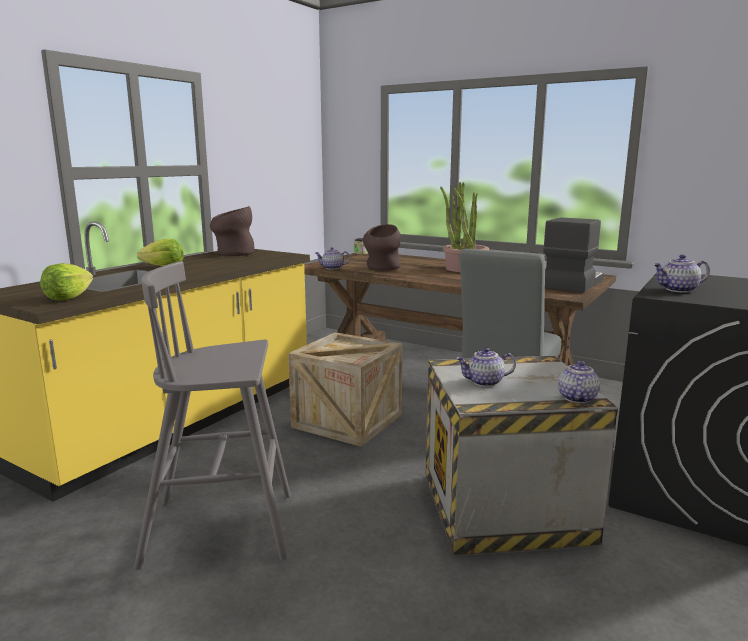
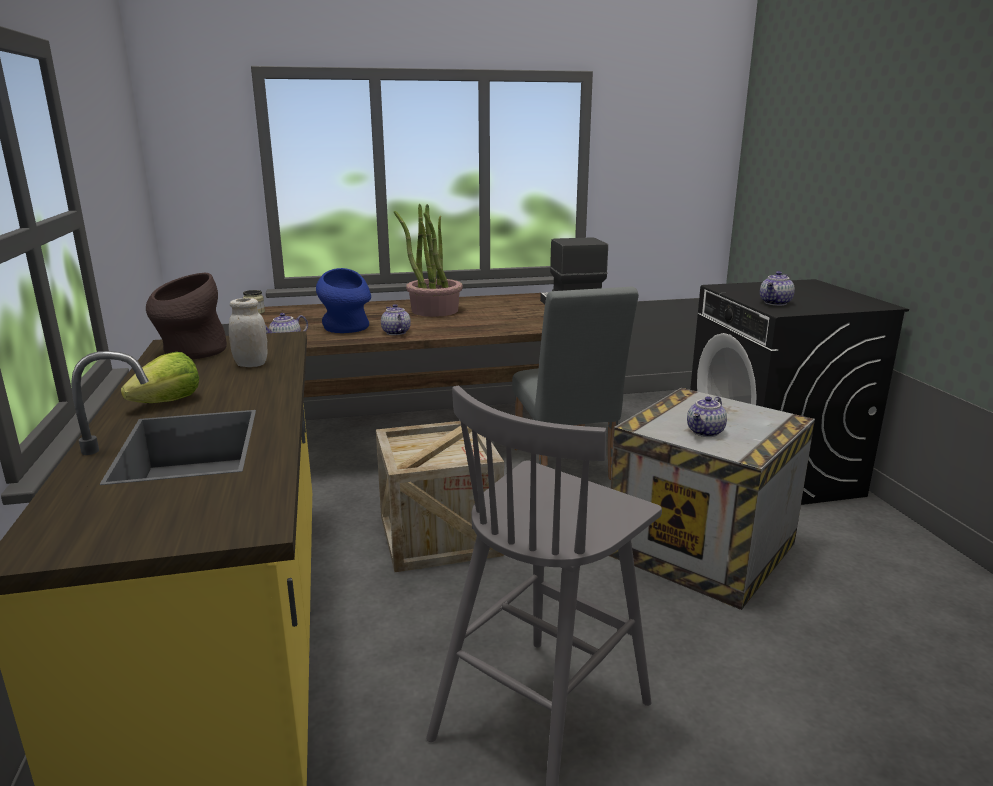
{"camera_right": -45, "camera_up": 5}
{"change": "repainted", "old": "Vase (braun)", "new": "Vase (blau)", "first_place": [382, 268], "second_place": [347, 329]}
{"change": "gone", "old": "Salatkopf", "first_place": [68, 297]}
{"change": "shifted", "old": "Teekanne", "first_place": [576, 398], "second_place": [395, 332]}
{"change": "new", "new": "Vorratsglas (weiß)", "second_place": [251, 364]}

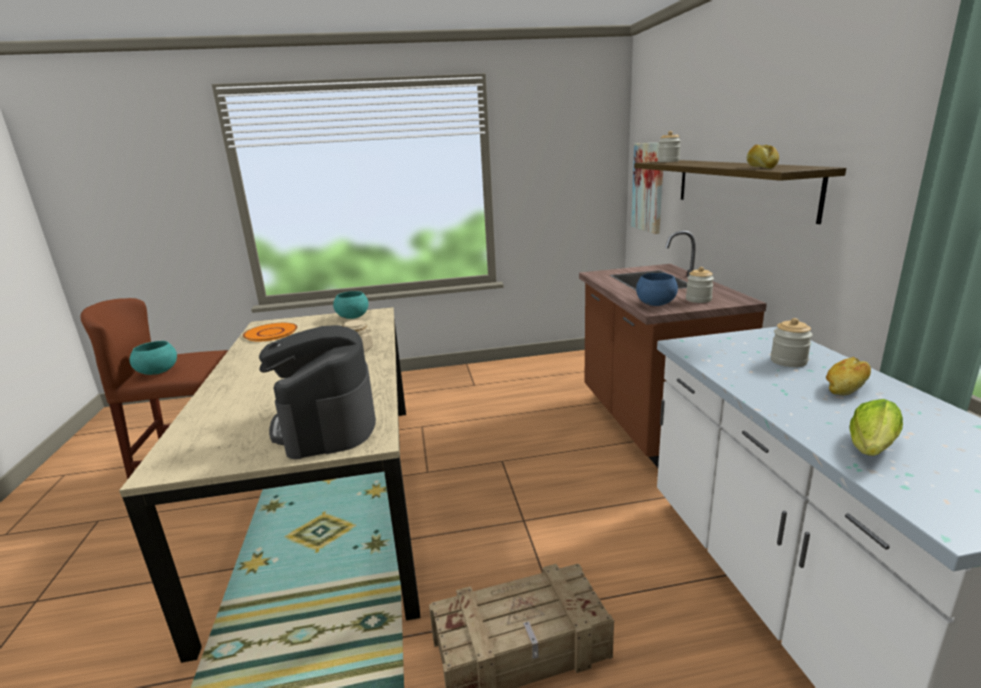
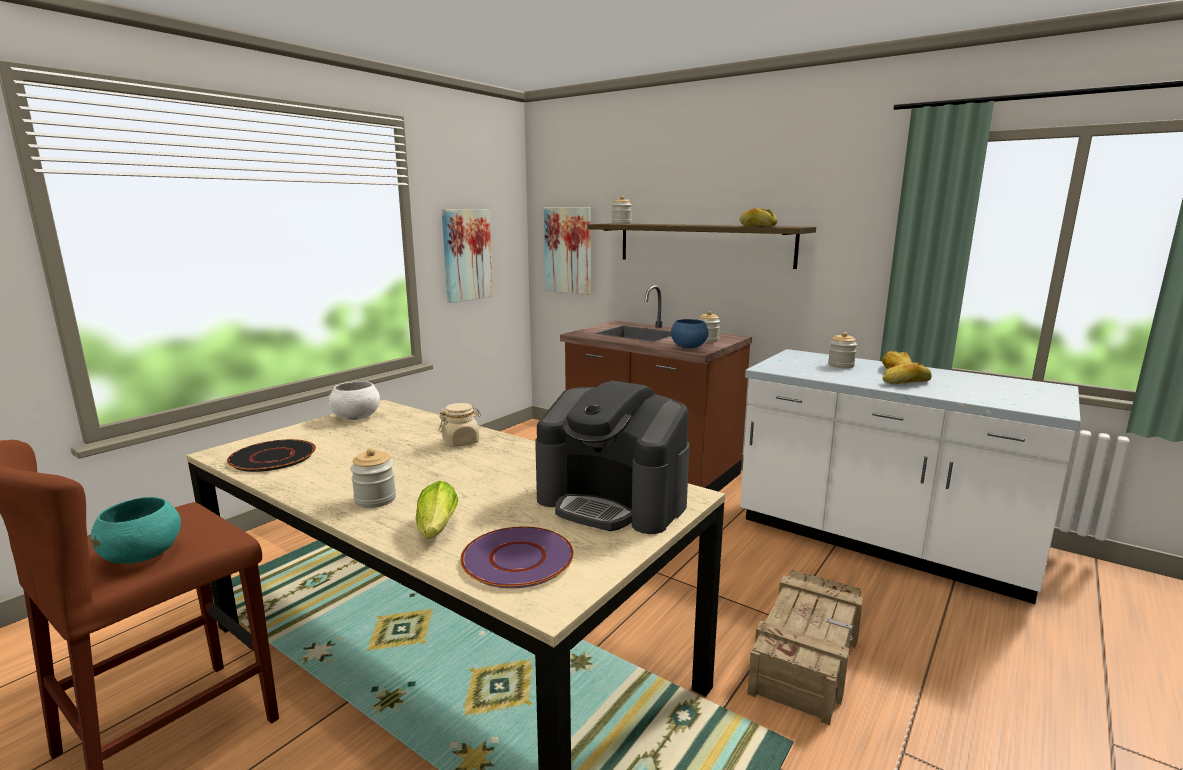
{"camera_right": -45, "camera_up": -5}
{"change": "repainted", "old": "Schüssel (türkis)", "new": "Schüssel (weiß)", "first_place": [353, 317], "second_place": [356, 418]}
{"change": "repainted", "old": "Teller (orange)", "new": "Teller (schwarz)", "first_place": [270, 333], "second_place": [272, 457]}
{"change": "shifted", "old": "Salatkopf", "first_place": [870, 449], "second_place": [436, 531]}
{"change": "new", "new": "Bild", "second_place": [466, 255]}
{"change": "new", "new": "Brot", "second_place": [906, 383]}
{"change": "new", "new": "Vorratsglas", "second_place": [375, 499]}
{"change": "new", "new": "Teller (lila)", "second_place": [517, 558]}

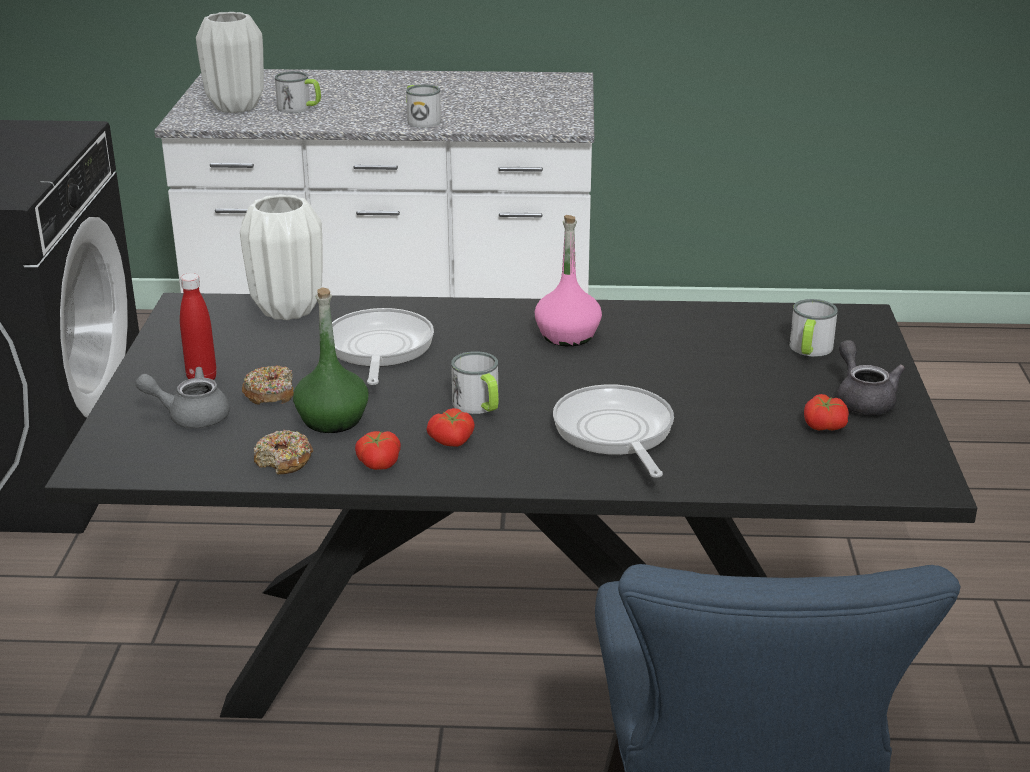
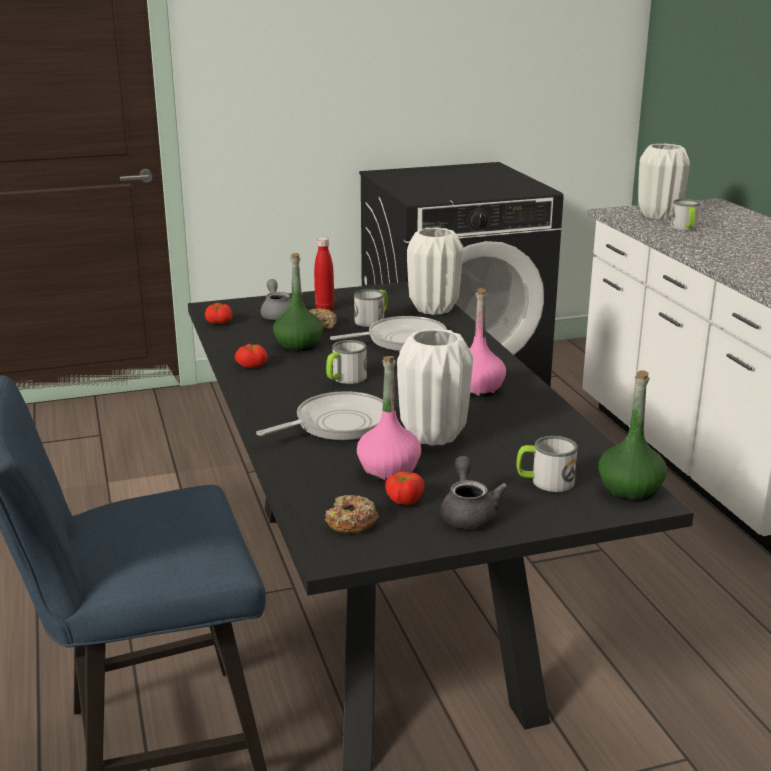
{"camera_right": 70, "camera_up": -5}
{"change": "shifted", "old": "Henkelbecher", "first_place": [420, 120], "second_place": [373, 320]}
{"change": "rotated", "old": "Teekanne (grau)", "first_place": [863, 399], "second_place": [468, 513], "degrees": -60}
{"change": "shifted", "old": "Tomate", "first_place": [452, 442], "second_place": [218, 322]}
{"change": "shifted", "old": "Donut", "first_place": [284, 461], "second_place": [351, 522]}
{"change": "new", "new": "Vase (weiß)", "second_place": [432, 435]}
{"change": "new", "new": "Flasche (rosa)", "second_place": [388, 470]}
{"change": "new", "new": "Flasche (grün)", "second_place": [630, 490]}

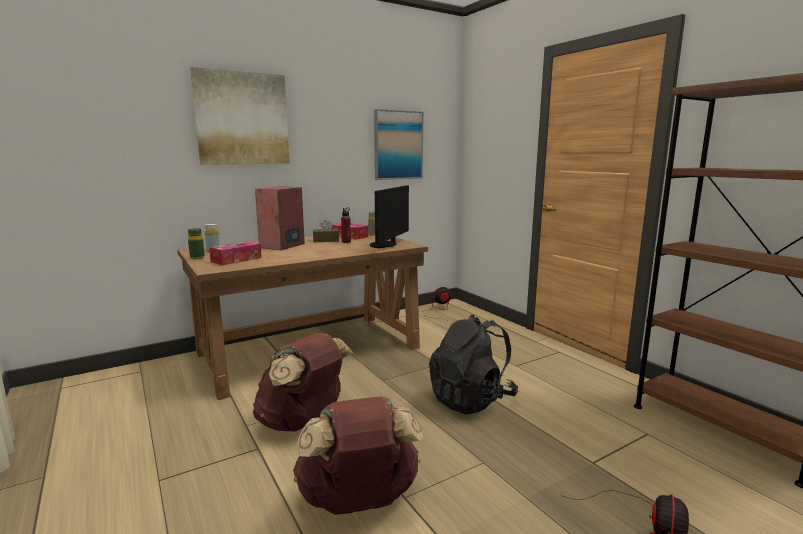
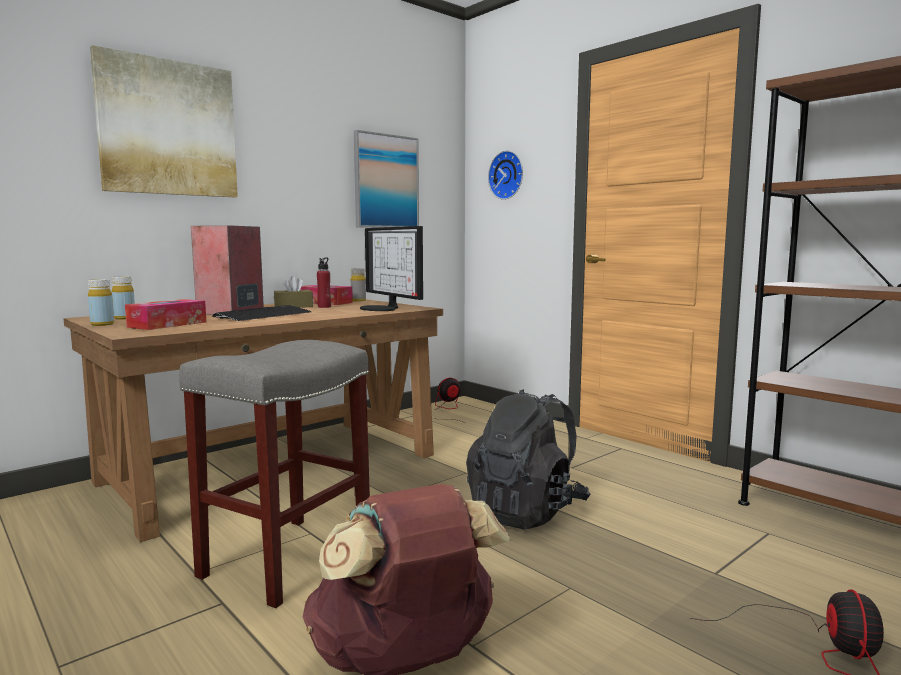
{"camera_right": -10, "camera_up": -5}
{"change": "rotated", "old": "Monitor", "first_place": [385, 245], "second_place": [382, 308], "degrees": -45}
{"change": "repainted", "old": "Flasche (grün)", "new": "Flasche (gelb)", "first_place": [197, 258], "second_place": [102, 324]}
{"change": "swapped", "old": "Rucksack (braun)", "new": "Hocker (grau)", "first_place": [303, 422], "second_place": [287, 560]}
{"change": "new", "new": "Wanduhr", "second_place": [507, 175]}
{"change": "new", "new": "Tastatur", "second_place": [264, 315]}

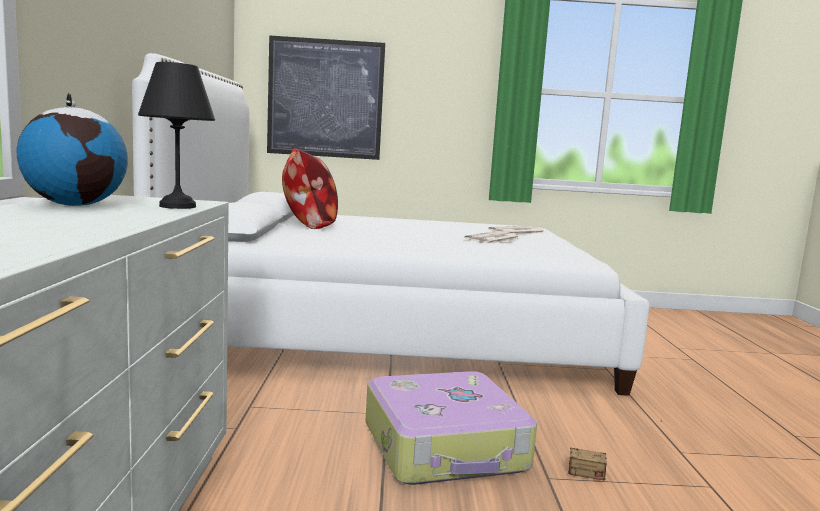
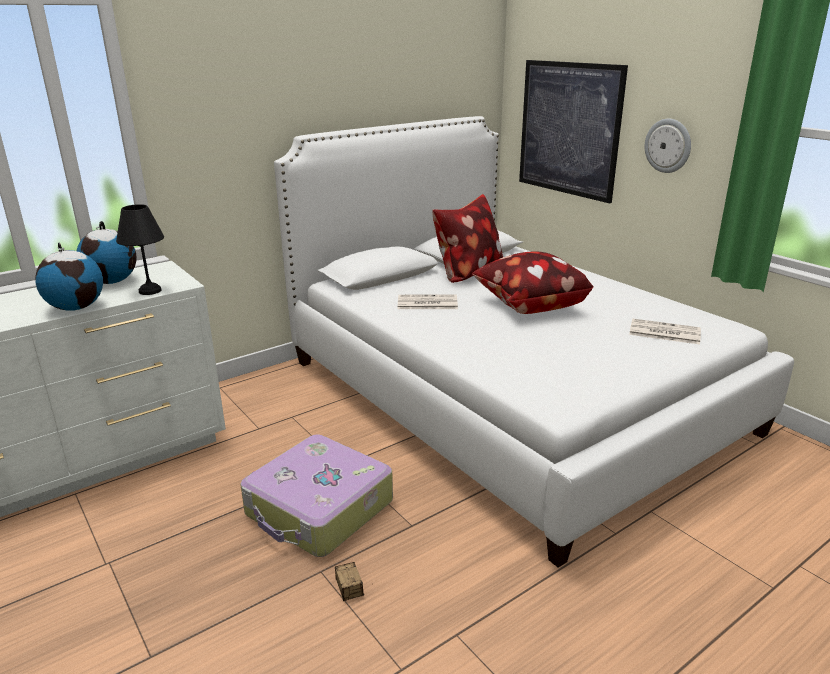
{"camera_right": 55, "camera_up": 15}
{"change": "shifted", "old": "Zeitung", "first_place": [492, 239], "second_place": [426, 303]}
{"change": "new", "new": "Wanduhr", "second_place": [668, 145]}
{"change": "new", "new": "Globus", "second_place": [76, 307]}
{"change": "new", "new": "Kissen", "second_place": [528, 306]}

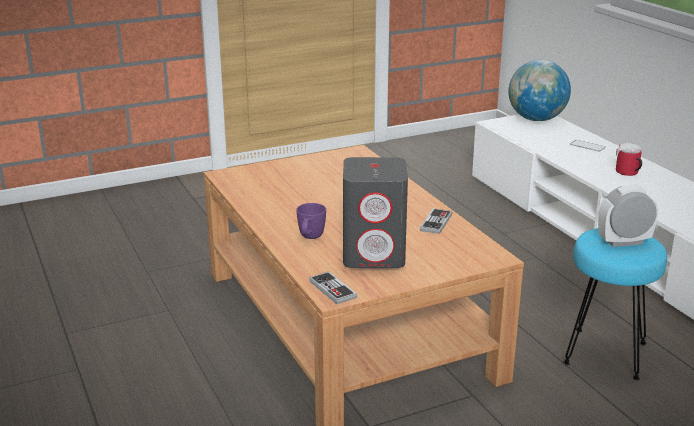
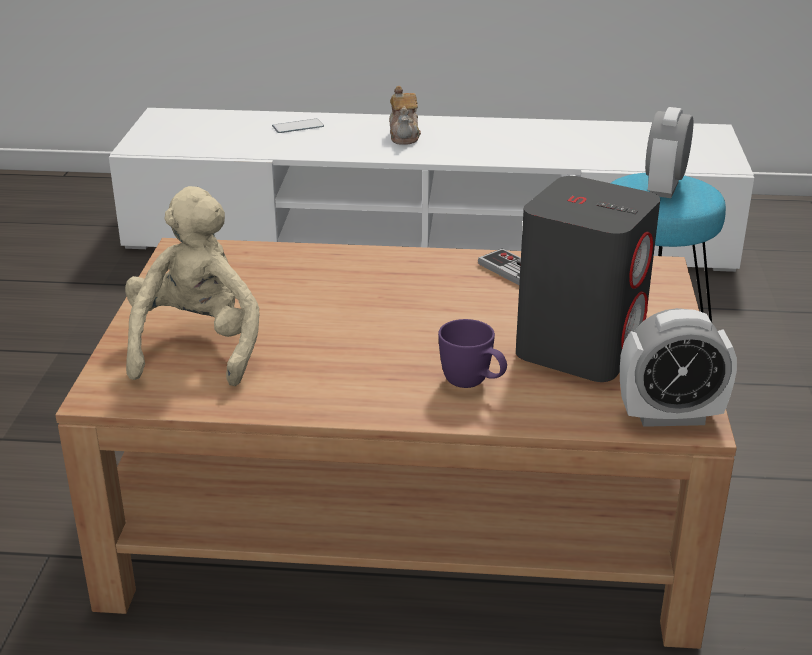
{"camera_right": -60, "camera_up": 5}
{"change": "gone", "old": "Globus", "first_place": [536, 119]}
{"change": "swapped", "old": "Henkelbecher", "new": "Teekanne", "first_place": [628, 173], "second_place": [404, 136]}
{"change": "swapped", "old": "Gamepad", "new": "Wecker", "first_place": [332, 289], "second_place": [670, 416]}
{"change": "new", "new": "Plüschtier (beige)", "second_place": [197, 347]}

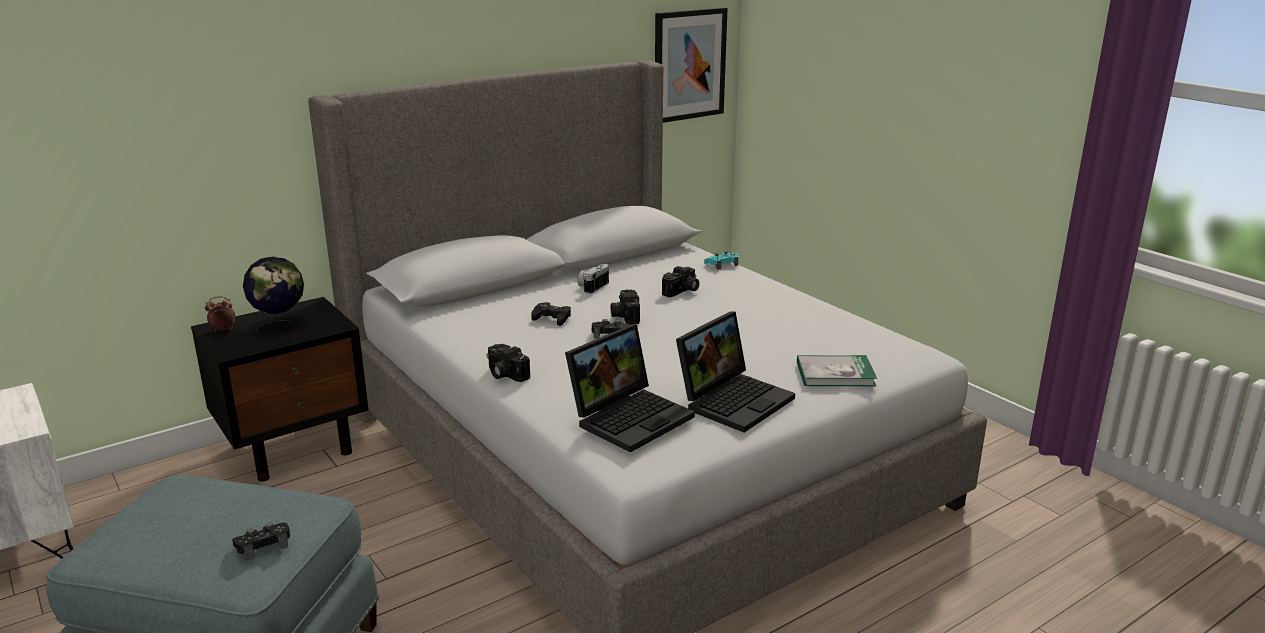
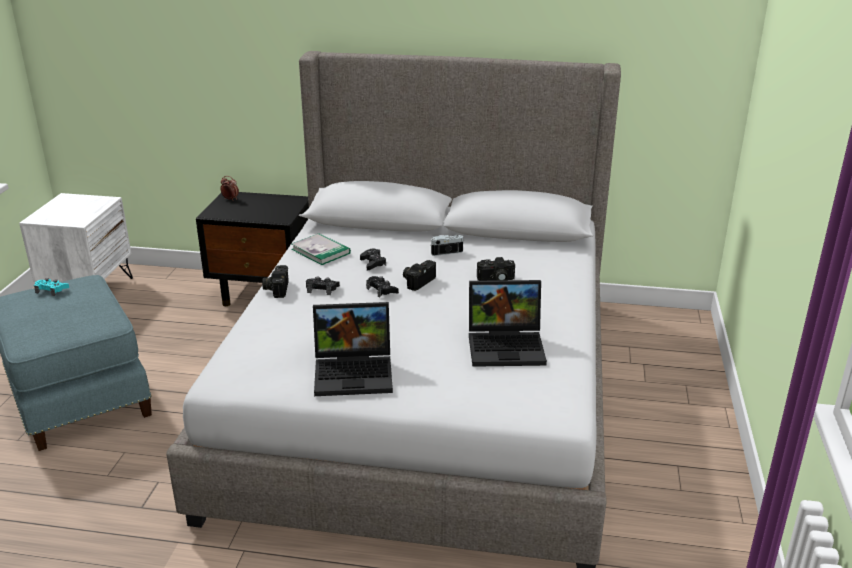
{"camera_right": 45, "camera_up": 5}
{"change": "gone", "old": "Bild", "first_place": [689, 64]}
{"change": "shifted", "old": "Gamepad (türkis)", "first_place": [722, 264], "second_place": [51, 290]}
{"change": "gone", "old": "Globus", "first_place": [280, 326]}
{"change": "shifted", "old": "Laptop", "first_place": [630, 417], "second_place": [507, 346]}
{"change": "shifted", "old": "Buch", "first_place": [835, 374], "second_place": [320, 251]}
{"change": "shifted", "old": "Gamepad (schwarz)", "first_place": [263, 545], "second_place": [322, 289]}

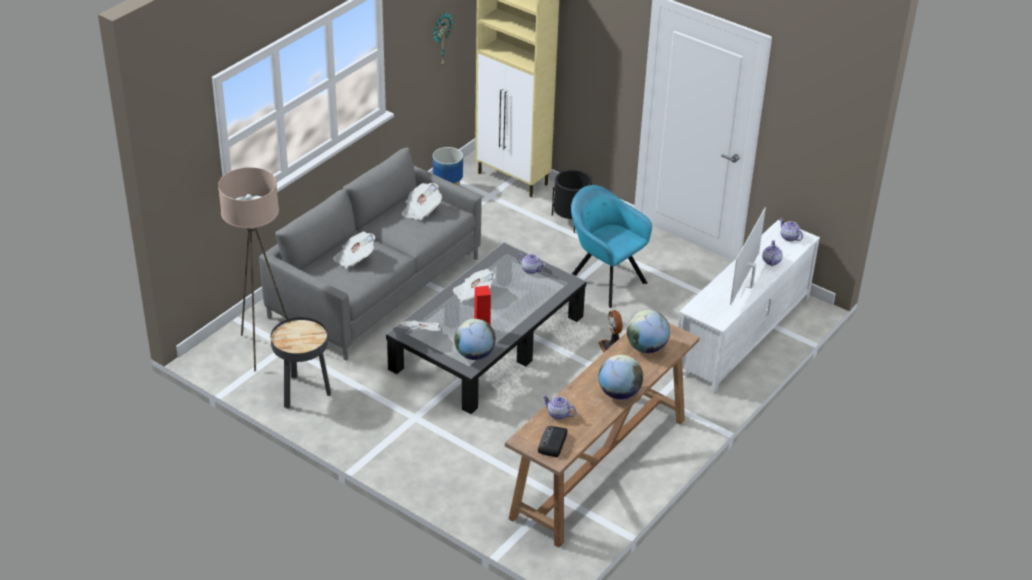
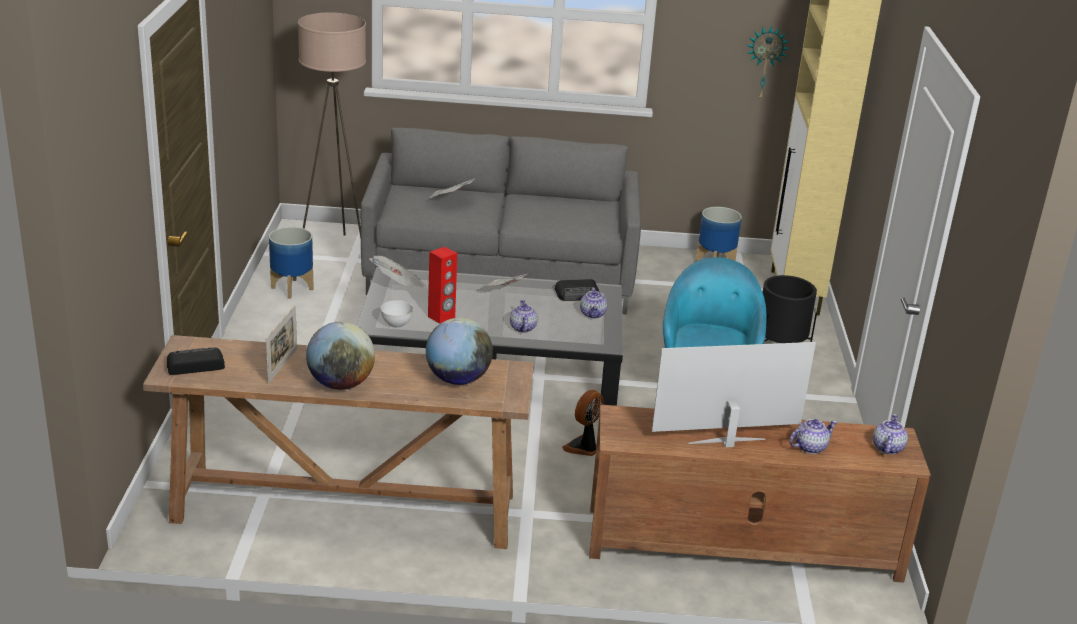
{"camera_right": 55, "camera_up": -10}
{"change": "gone", "old": "Zeitung", "first_place": [421, 210]}
{"change": "repainted", "old": "Fernsehschrank (weiß)", "new": "Fernsehschrank (braun)", "first_place": [742, 334], "second_place": [741, 544]}
{"change": "swapped", "old": "Beistelltisch (schwarz)", "new": "Pflanzkübel", "first_place": [303, 392], "second_place": [291, 288]}
{"change": "swapped", "old": "Globus", "new": "Schüssel (weiß)", "first_place": [474, 355], "second_place": [396, 324]}
{"change": "shifted", "old": "Teekanne", "first_place": [558, 414], "second_place": [522, 328]}
{"change": "new", "new": "Radio", "second_place": [578, 294]}
{"change": "new", "new": "Bilderrahmen", "second_place": [282, 365]}

